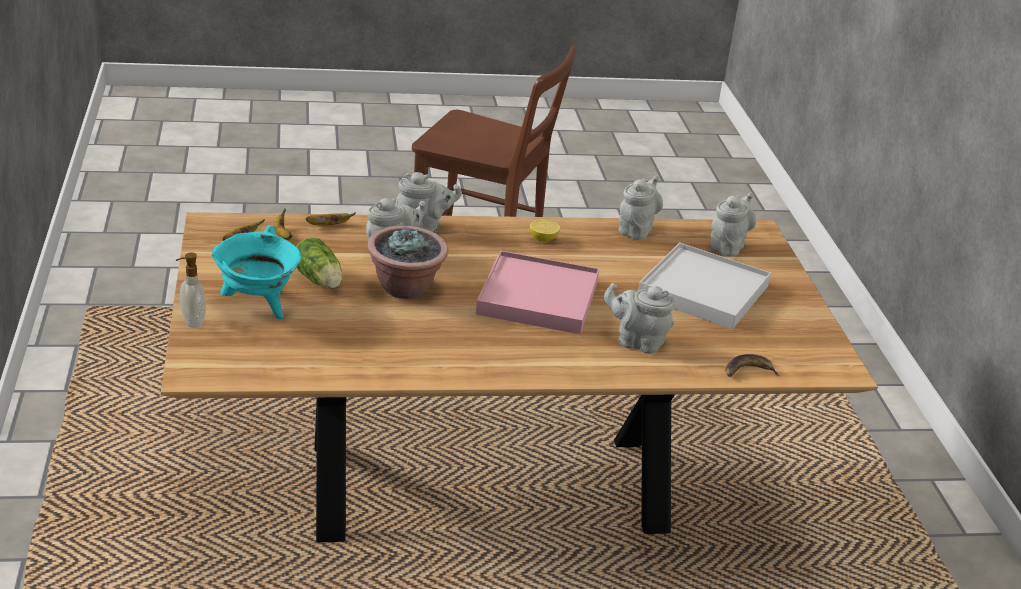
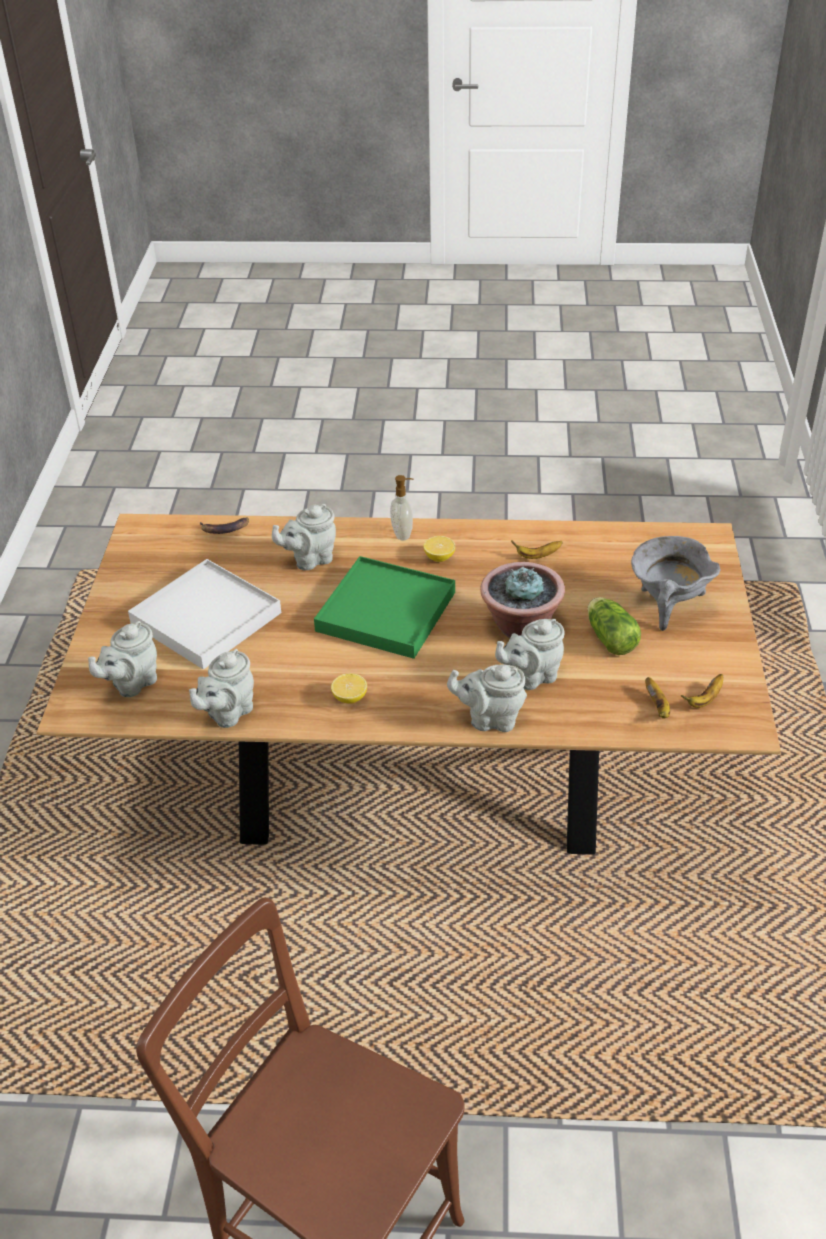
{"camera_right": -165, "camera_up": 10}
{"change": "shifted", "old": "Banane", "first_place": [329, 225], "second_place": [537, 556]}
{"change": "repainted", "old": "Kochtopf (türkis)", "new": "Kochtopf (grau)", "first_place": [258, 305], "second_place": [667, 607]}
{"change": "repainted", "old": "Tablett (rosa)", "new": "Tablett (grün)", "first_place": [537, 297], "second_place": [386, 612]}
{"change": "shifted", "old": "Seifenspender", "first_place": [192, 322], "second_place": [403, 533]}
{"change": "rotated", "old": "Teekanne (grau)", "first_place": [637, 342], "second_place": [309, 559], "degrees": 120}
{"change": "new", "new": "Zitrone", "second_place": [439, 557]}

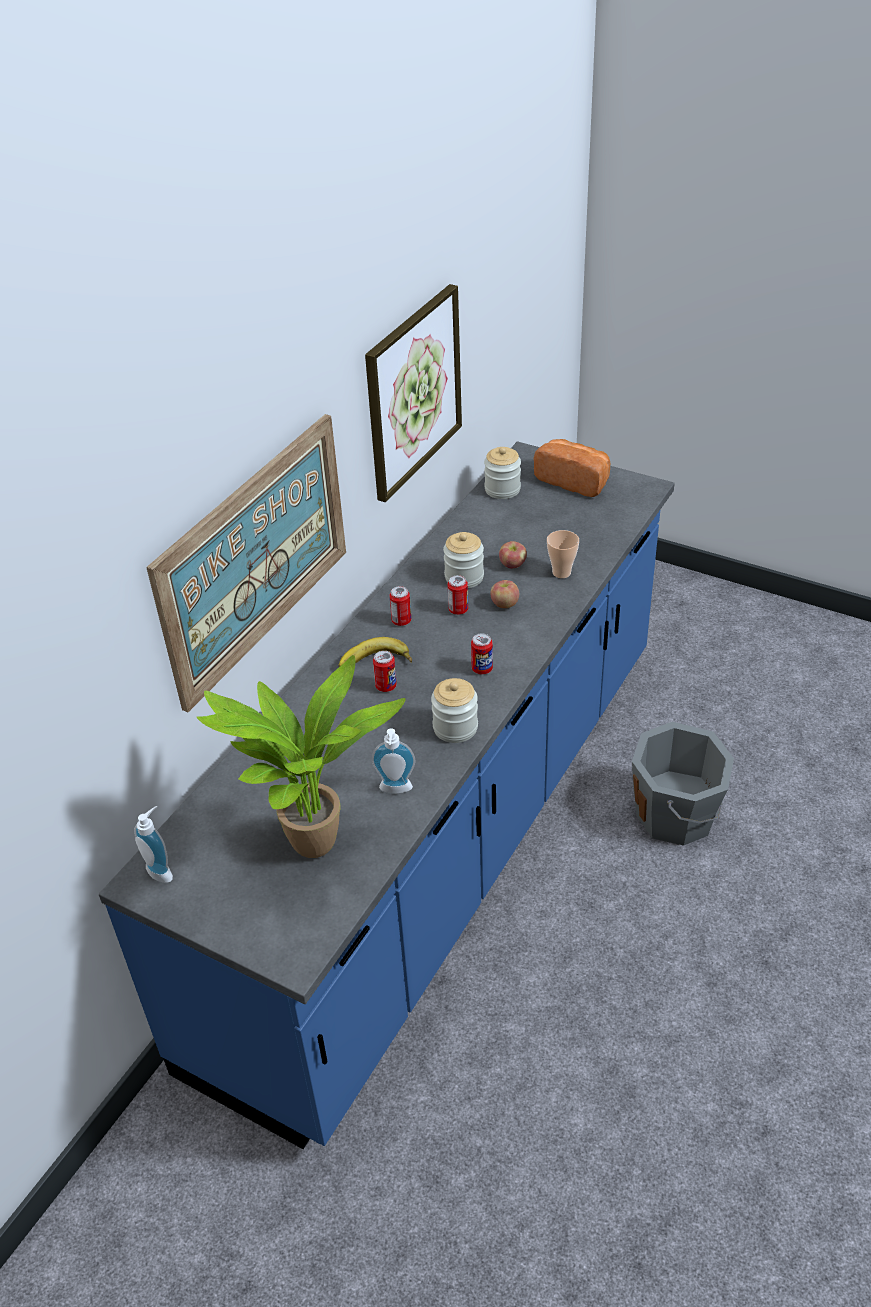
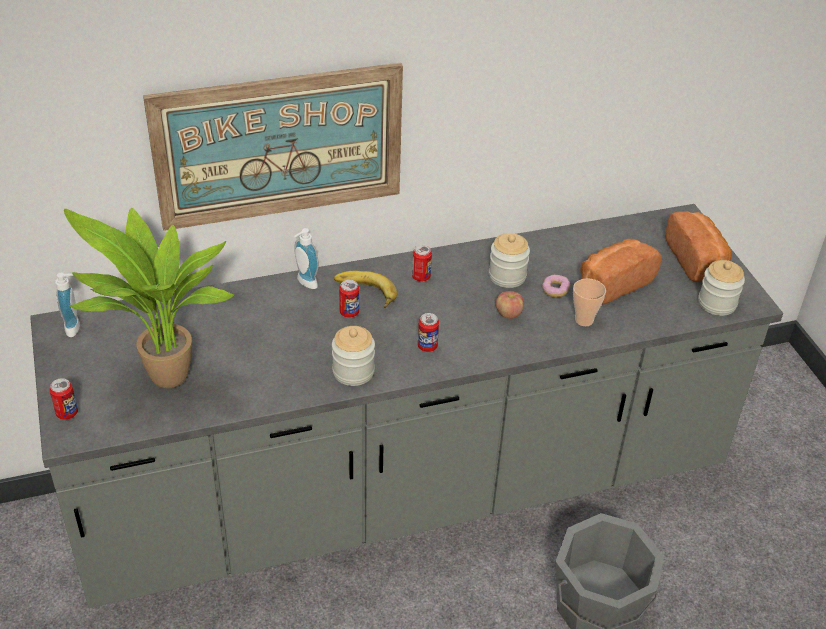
{"camera_right": 40, "camera_up": 0}
{"change": "gone", "old": "Bild", "first_place": [413, 392]}
{"change": "repainted", "old": "Küchenzeile (blau)", "new": "Küchenzeile (grau)", "first_place": [445, 842], "second_place": [405, 491]}
{"change": "shifted", "old": "Vorratsglas", "first_place": [502, 489], "second_place": [717, 303]}
{"change": "swapped", "old": "Apfel", "new": "Donut", "first_place": [512, 565], "second_place": [555, 290]}
{"change": "shifted", "old": "Dose", "first_place": [458, 610], "second_place": [67, 413]}
{"change": "shifted", "old": "Seifenspender", "first_place": [395, 790], "second_place": [305, 283]}
{"change": "new", "new": "Brot", "second_place": [613, 283]}

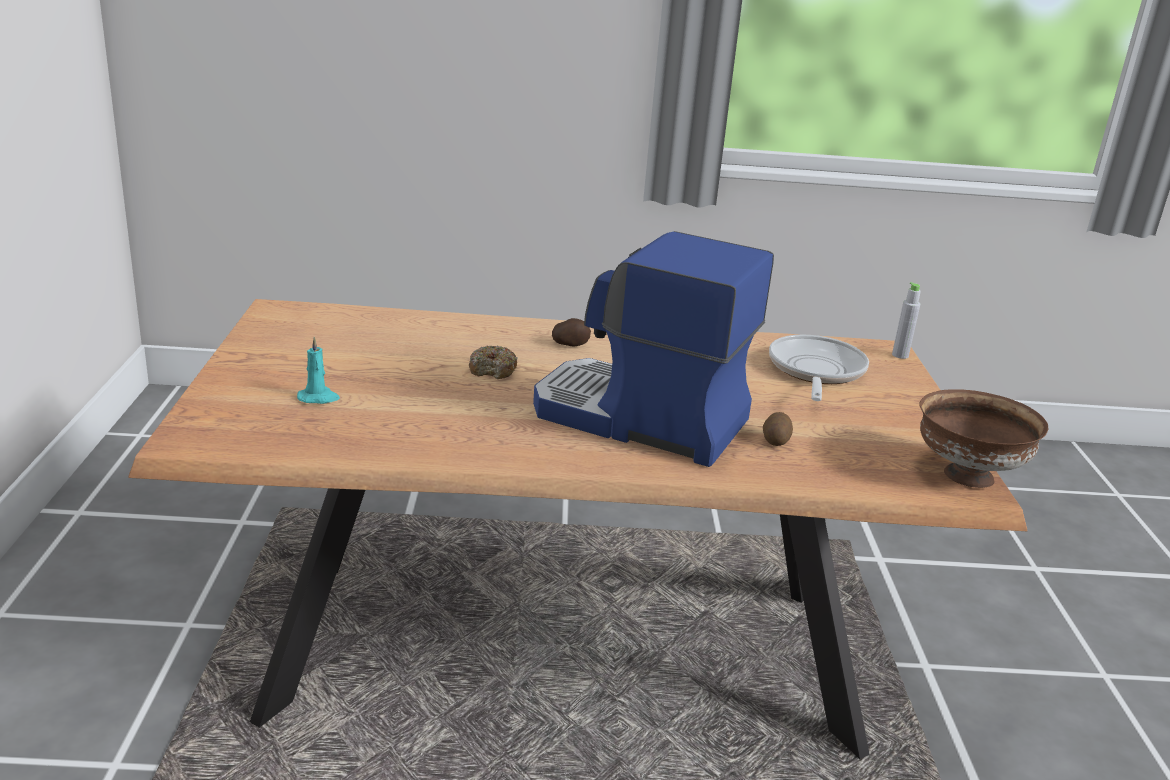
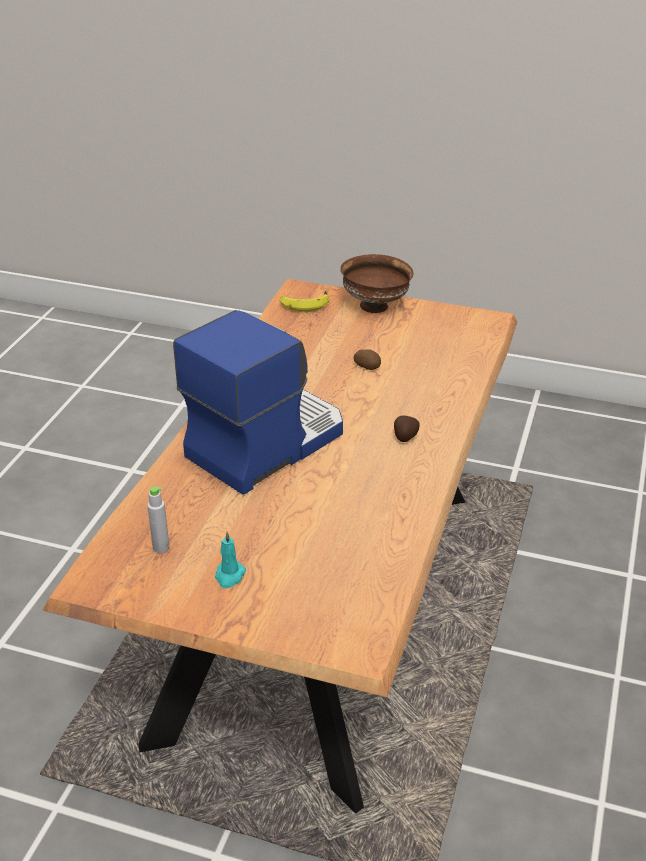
{"camera_right": 110, "camera_up": 10}
{"change": "shifted", "old": "Flasche (grau)", "first_place": [900, 355], "second_place": [161, 547]}
{"change": "gone", "old": "Pfanne", "first_place": [815, 372]}
{"change": "shifted", "old": "Kerze (türkis)", "first_place": [318, 398], "second_place": [229, 576]}
{"change": "gone", "old": "Donut", "first_place": [493, 370]}
{"change": "shifted", "old": "Schüssel (braun)", "first_place": [966, 475], "second_place": [375, 306]}
{"change": "shifted", "old": "Kartoffel", "first_place": [775, 440], "second_place": [367, 366]}
{"change": "new", "new": "Banane", "second_place": [305, 304]}

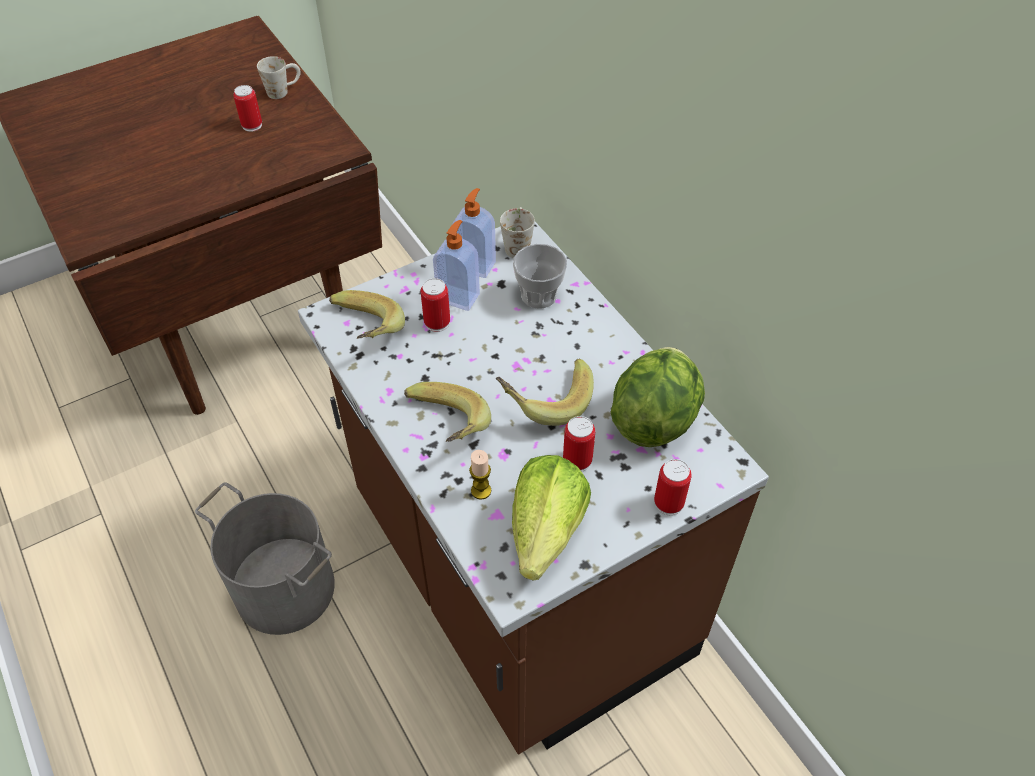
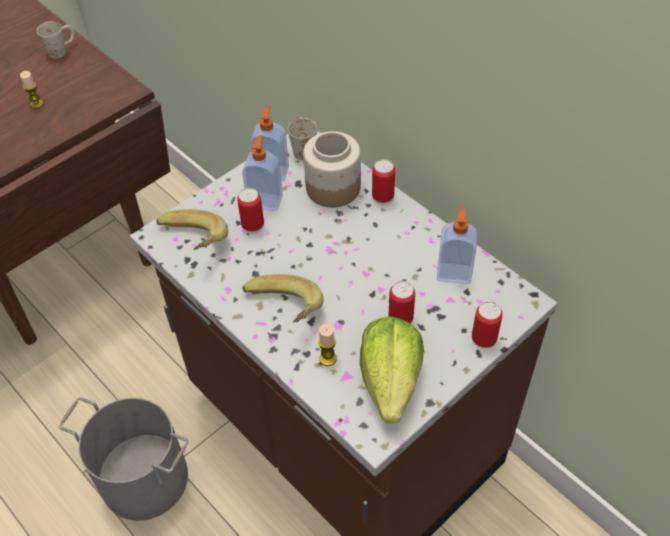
{"camera_right": -10, "camera_up": 0}
{"change": "shifted", "old": "Dose", "first_place": [252, 125], "second_place": [383, 197]}
{"change": "swapped", "old": "Tasse", "new": "Vorratsglas", "first_place": [539, 295], "second_place": [332, 188]}
{"change": "swapped", "old": "Salatkopf", "new": "Seifenspender", "first_place": [654, 418], "second_place": [454, 272]}
{"change": "gone", "old": "Banane", "first_place": [545, 399]}
{"change": "new", "new": "Kerze", "second_place": [36, 104]}

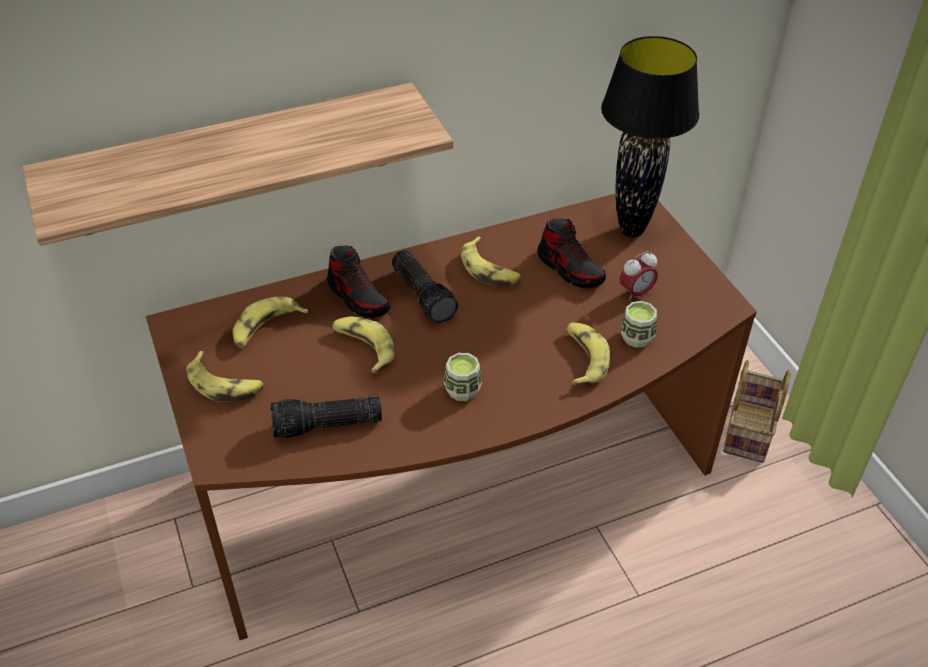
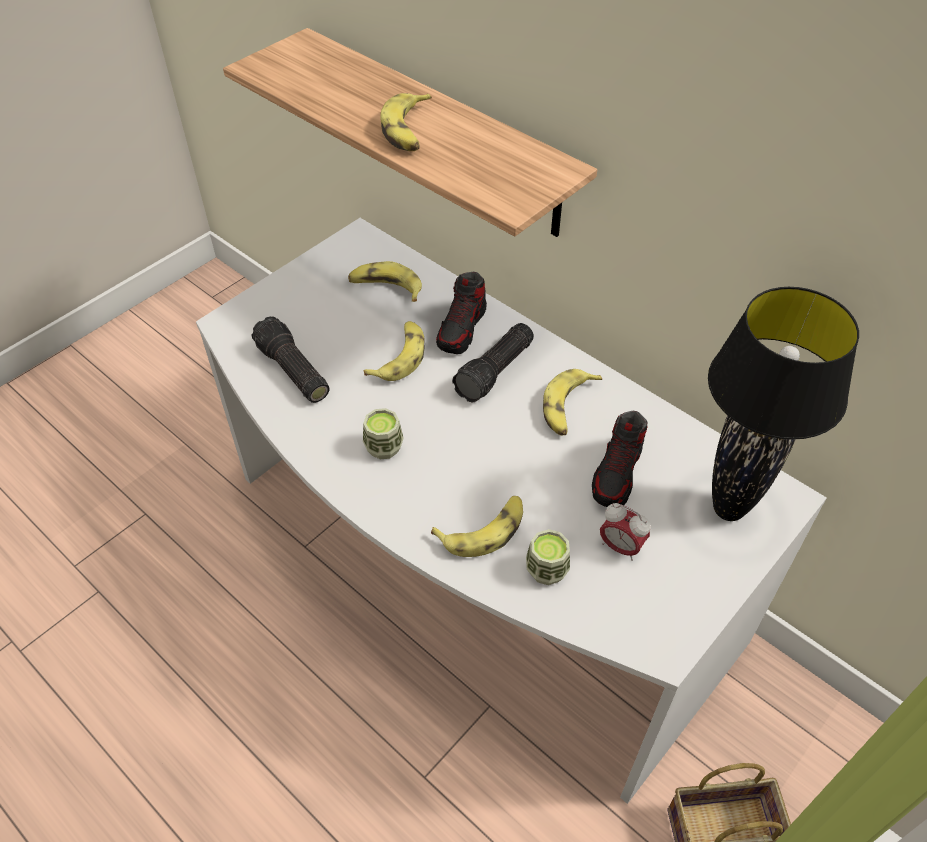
{"camera_right": 65, "camera_up": 5}
{"change": "repainted", "old": "Schreibtisch (braun)", "new": "Schreibtisch (weiß)", "first_place": [458, 488], "second_place": [470, 566]}
{"change": "shifted", "old": "Banane", "first_place": [225, 384], "second_place": [408, 131]}

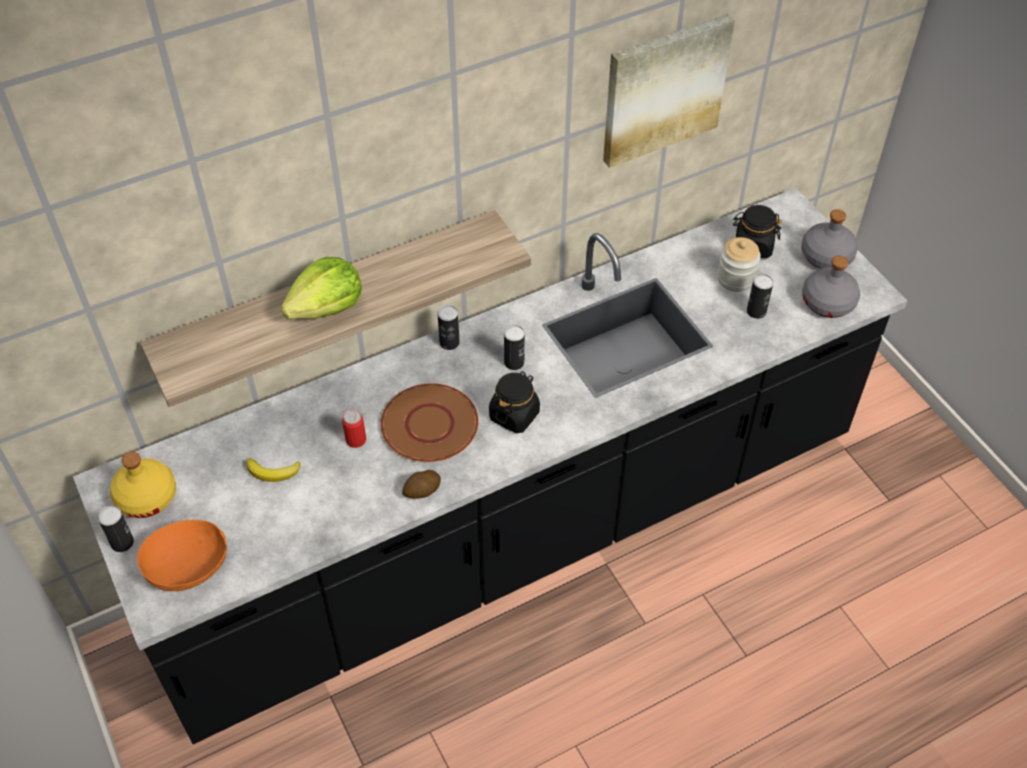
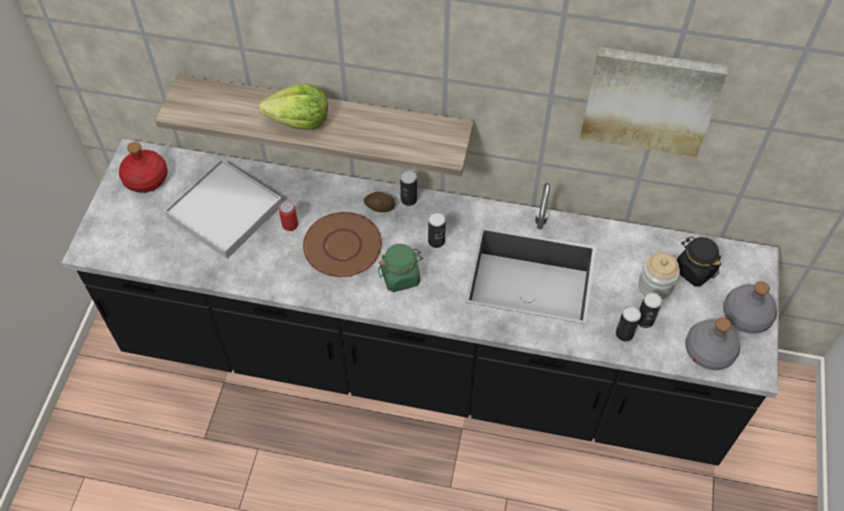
{"camera_right": 40, "camera_up": 5}
{"change": "repainted", "old": "Vorratsglas (schwarz)", "new": "Vorratsglas (grün)", "first_place": [514, 415], "second_place": [400, 277]}
{"change": "repainted", "old": "Flasche (gelb)", "new": "Flasche (rot)", "first_place": [147, 496], "second_place": [146, 178]}
{"change": "swapped", "old": "Banane", "new": "Tablett (weiß)", "first_place": [273, 472], "second_place": [225, 211]}
{"change": "shifted", "old": "Kartoffel", "first_place": [422, 491], "second_place": [379, 207]}
{"change": "shifted", "old": "Dose", "first_place": [122, 542], "second_place": [624, 333]}
{"change": "gone", "old": "Schüssel (orange)", "first_place": [188, 568]}

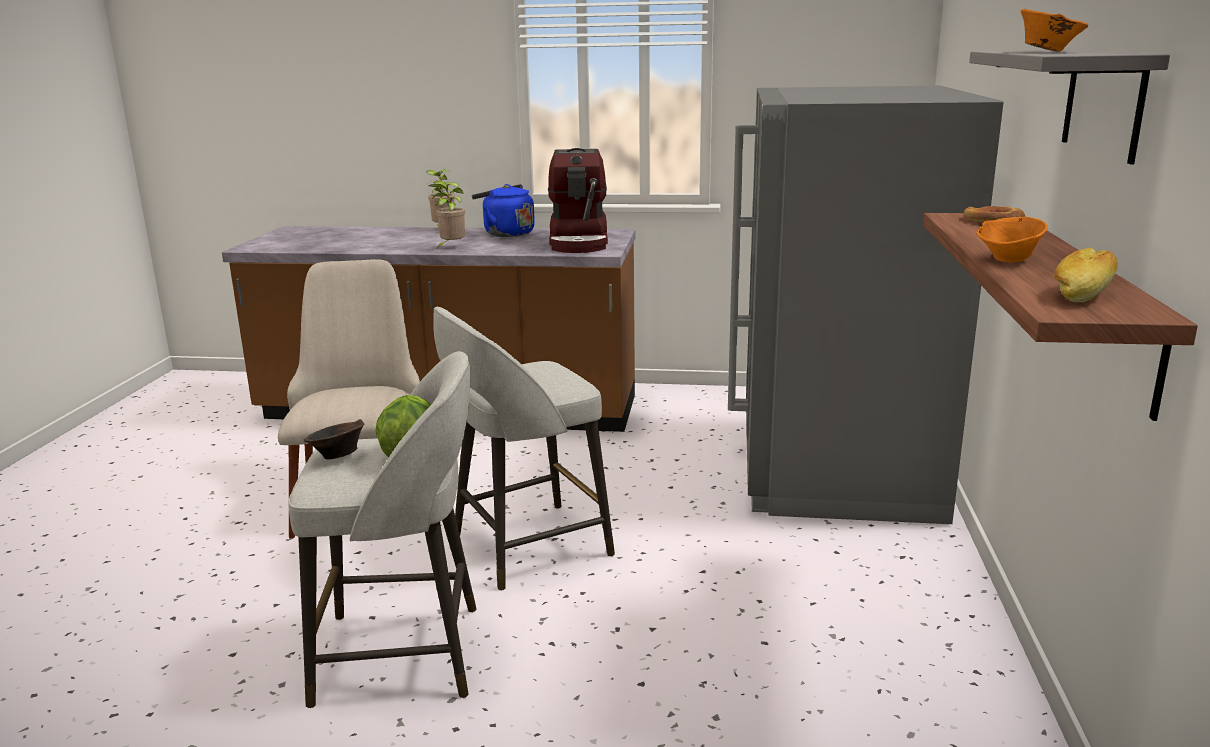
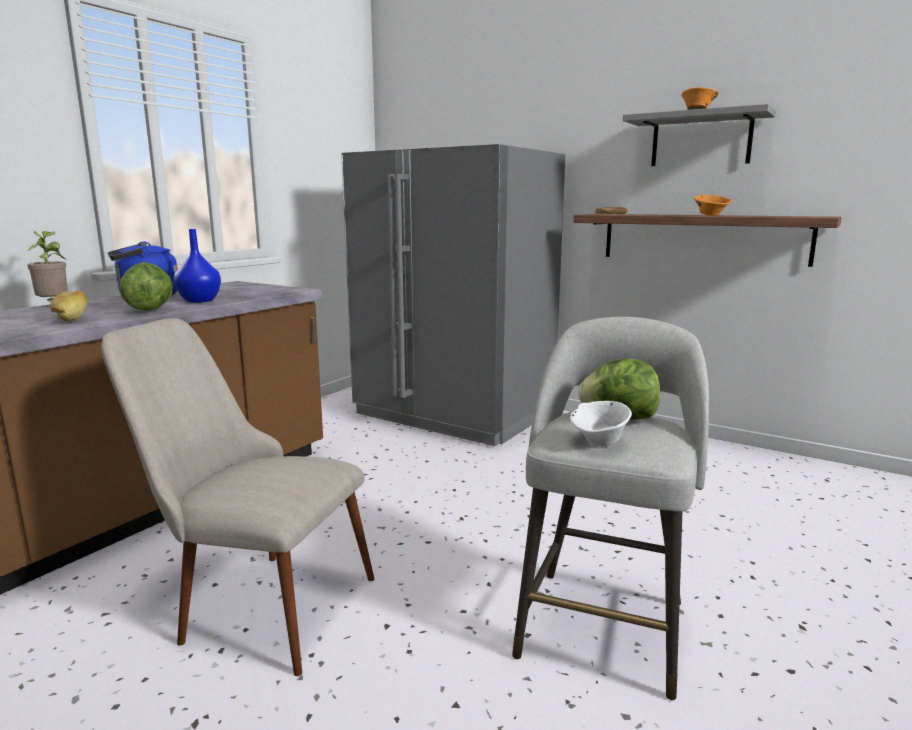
{"camera_right": -65, "camera_up": -5}
{"change": "gone", "old": "Kaffeemaschine", "first_place": [580, 242]}
{"change": "swapped", "old": "Topfpflanze", "new": "Salatkopf", "first_place": [451, 247], "second_place": [150, 310]}
{"change": "shifted", "old": "Brot", "first_place": [1082, 294], "second_place": [71, 318]}
{"change": "gone", "old": "Hocker (grau)", "first_place": [526, 546]}
{"change": "repainted", "old": "Schüssel (braun)", "new": "Schüssel (weiß)", "first_place": [337, 456], "second_place": [599, 442]}
{"change": "new", "new": "Vase (blau)", "second_place": [198, 301]}

